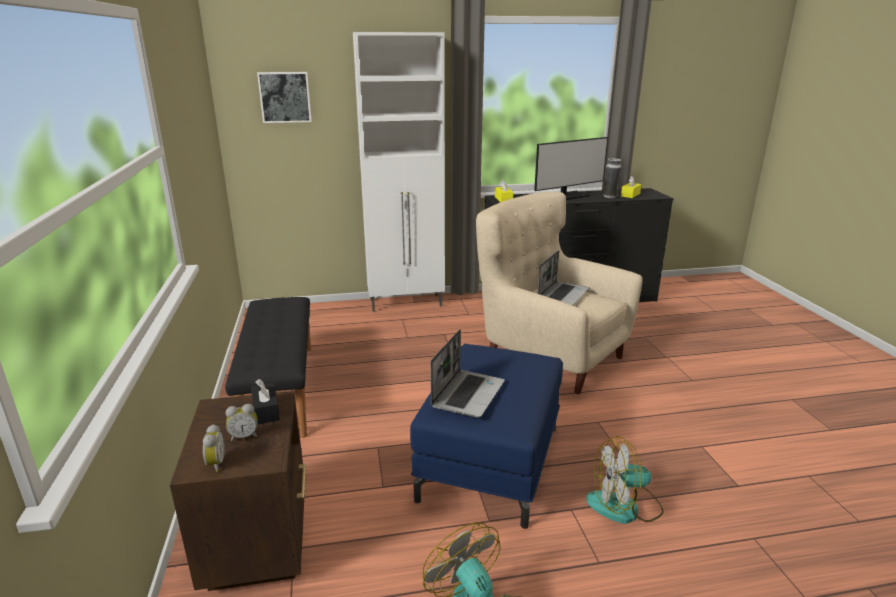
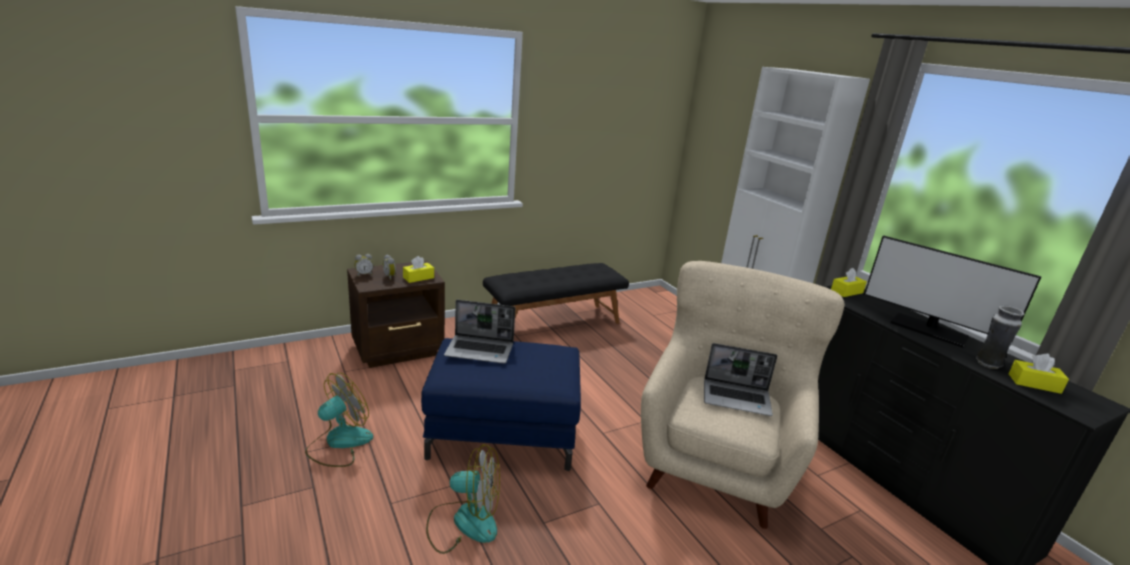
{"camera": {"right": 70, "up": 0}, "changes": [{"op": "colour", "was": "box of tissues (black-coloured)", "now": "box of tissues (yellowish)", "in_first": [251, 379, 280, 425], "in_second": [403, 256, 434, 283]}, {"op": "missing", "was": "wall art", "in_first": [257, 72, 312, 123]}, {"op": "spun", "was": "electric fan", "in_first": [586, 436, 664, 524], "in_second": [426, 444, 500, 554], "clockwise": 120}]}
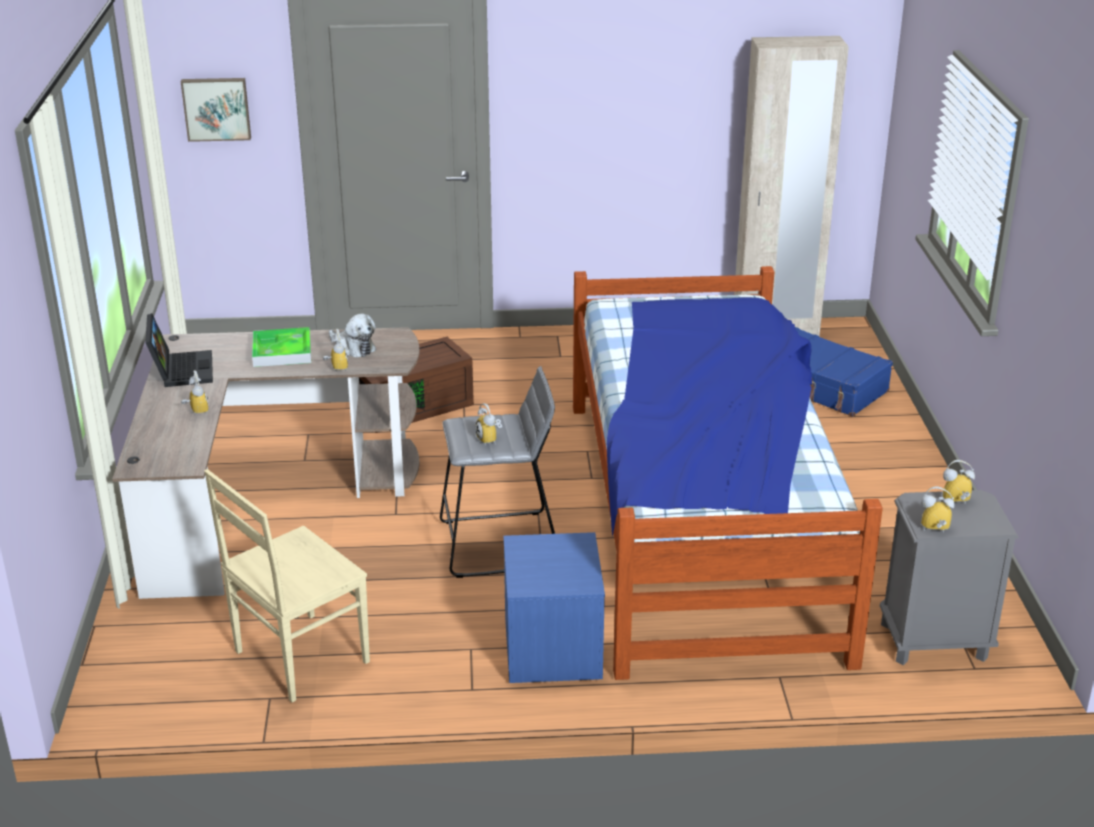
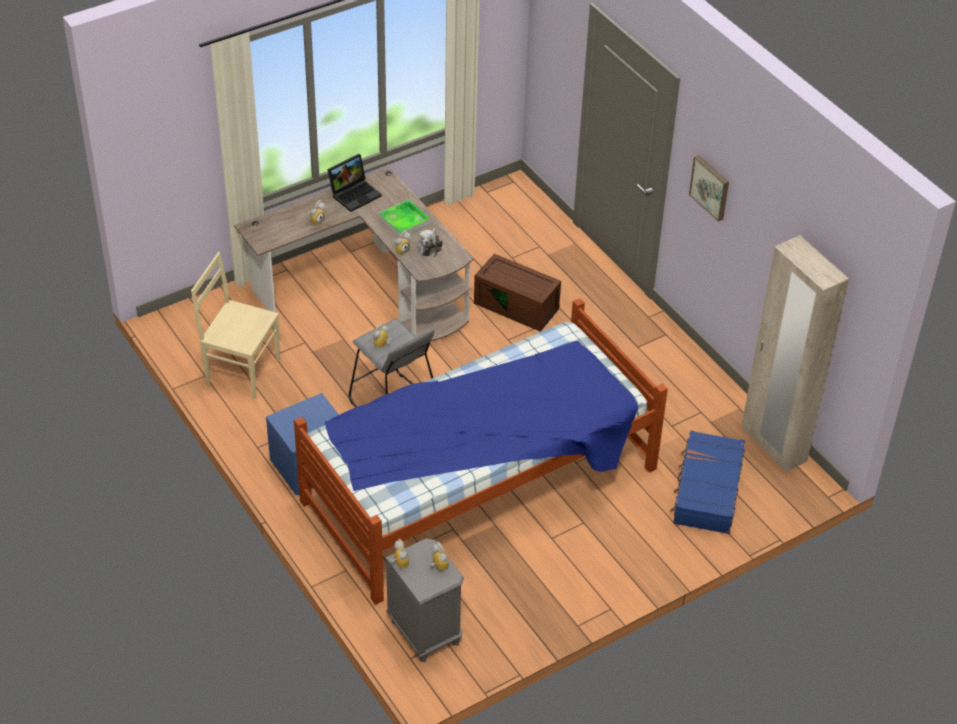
{"camera": {"right": 60, "up": 15}, "changes": [{"op": "relocated", "was": "wall art", "in_first": [181, 78, 251, 142], "in_second": [689, 155, 729, 222]}]}
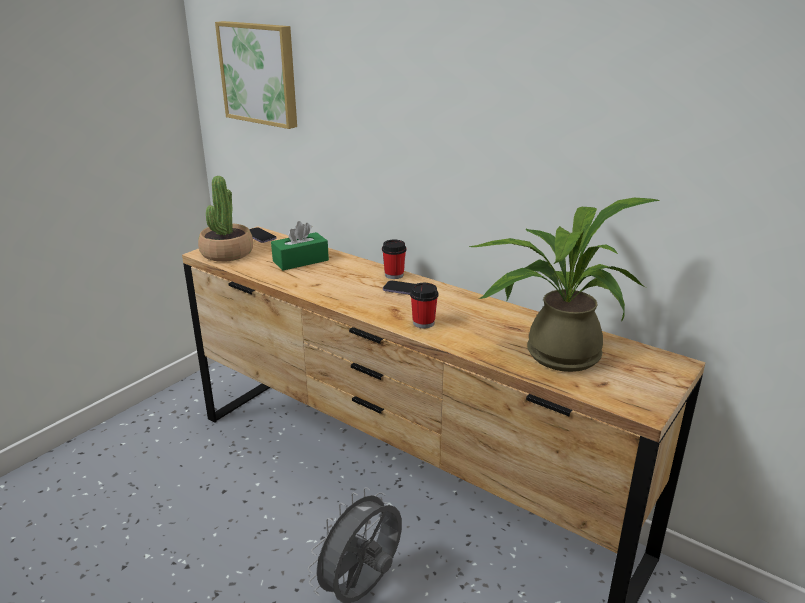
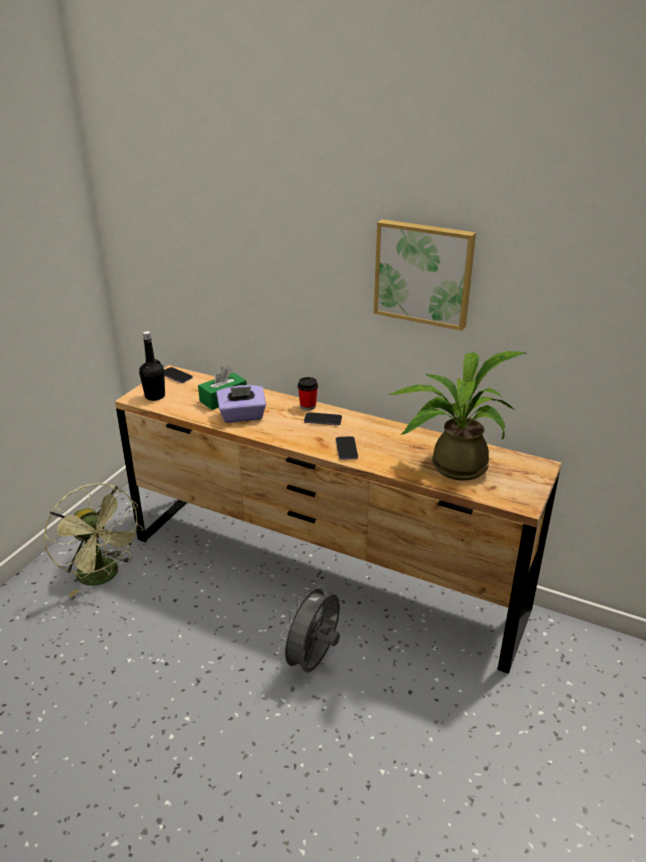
{"camera": {"right": -10, "up": 5}, "changes": [{"op": "exchanged", "was": "plant in a pot", "now": "beverage bottle (black-coloured)", "in_first": [198, 176, 253, 262], "in_second": [139, 331, 165, 401]}, {"op": "relocated", "was": "wall art", "in_first": [215, 21, 297, 129], "in_second": [374, 219, 476, 331]}, {"op": "exchanged", "was": "cup", "now": "telephone", "in_first": [410, 283, 438, 328], "in_second": [336, 436, 358, 460]}, {"op": "appeared", "now": "electric fan (green-coloured)", "in_second": [44, 483, 144, 597]}, {"op": "appeared", "now": "box of tissues (purple-coloured)", "in_second": [216, 385, 266, 423]}]}
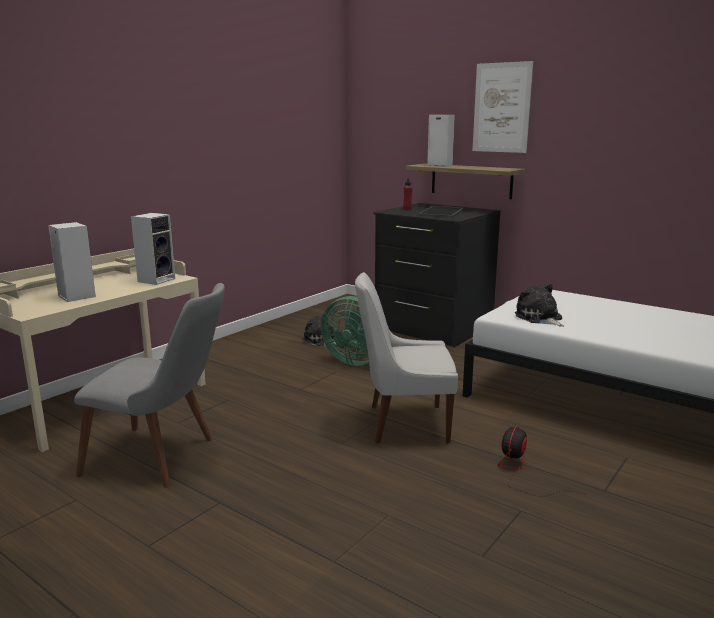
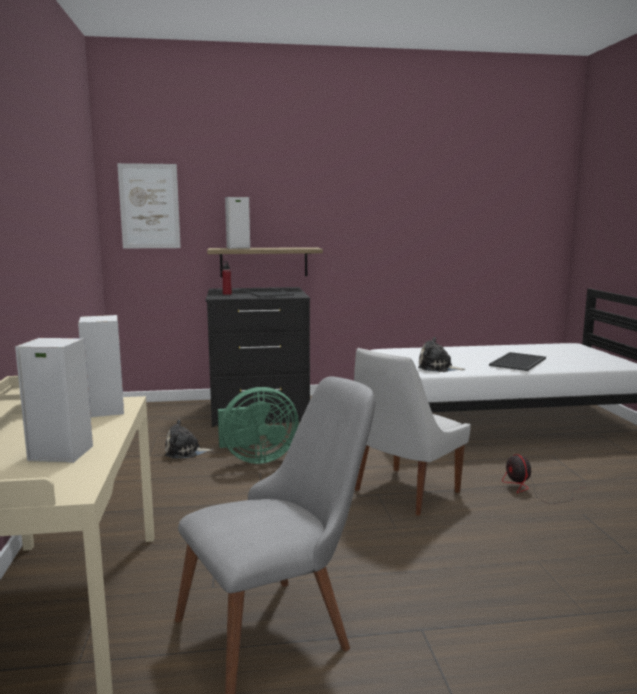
{"camera": {"right": -45, "up": -5}, "changes": [{"op": "relocated", "was": "wall art", "in_first": [472, 61, 533, 153], "in_second": [117, 163, 181, 248]}, {"op": "appeared", "now": "serving tray", "in_second": [489, 352, 546, 371]}]}
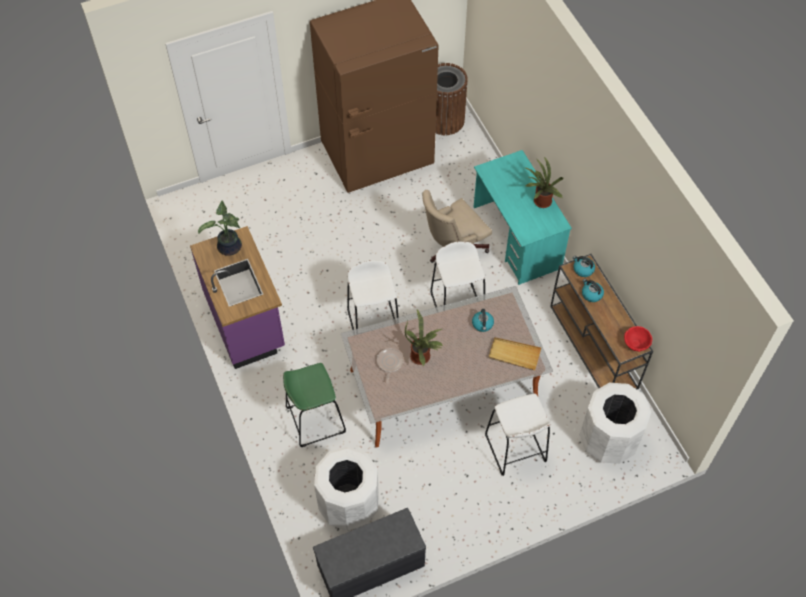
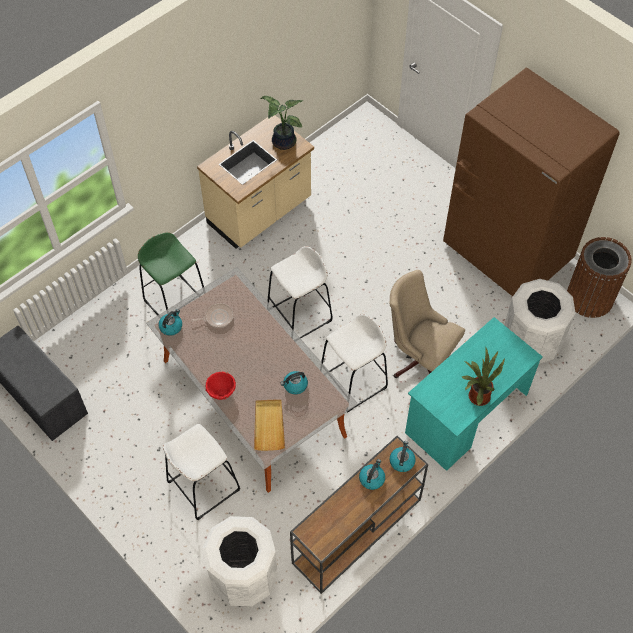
{"camera": {"right": 70, "up": 0}, "changes": [{"op": "colour", "was": "kitchen counter (purple-coloured)", "now": "kitchen counter (sand-coloured)", "in_first": [190, 226, 285, 369], "in_second": [197, 115, 314, 249]}, {"op": "relocated", "was": "trash can (white)", "in_first": [314, 447, 379, 531], "in_second": [504, 279, 576, 364]}, {"op": "missing", "was": "plant in a pot", "in_first": [405, 309, 443, 367]}, {"op": "relocated", "was": "bowl (red-coloured)", "in_first": [624, 326, 652, 352], "in_second": [206, 372, 236, 400]}, {"op": "appeared", "now": "kettle", "in_second": [159, 309, 182, 336]}]}
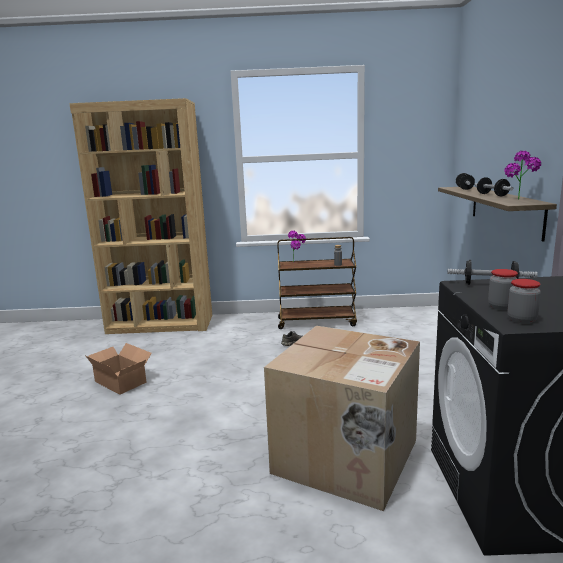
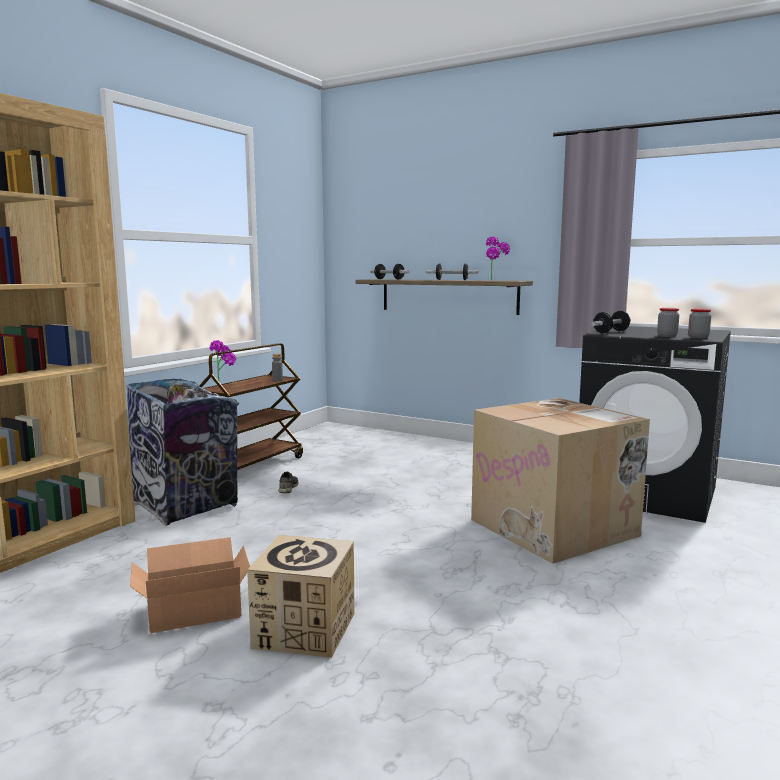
{"camera": {"right": -60, "up": -5}, "changes": [{"op": "appeared", "now": "trash can", "in_second": [126, 379, 239, 526]}, {"op": "appeared", "now": "carton", "in_second": [247, 535, 355, 658]}]}
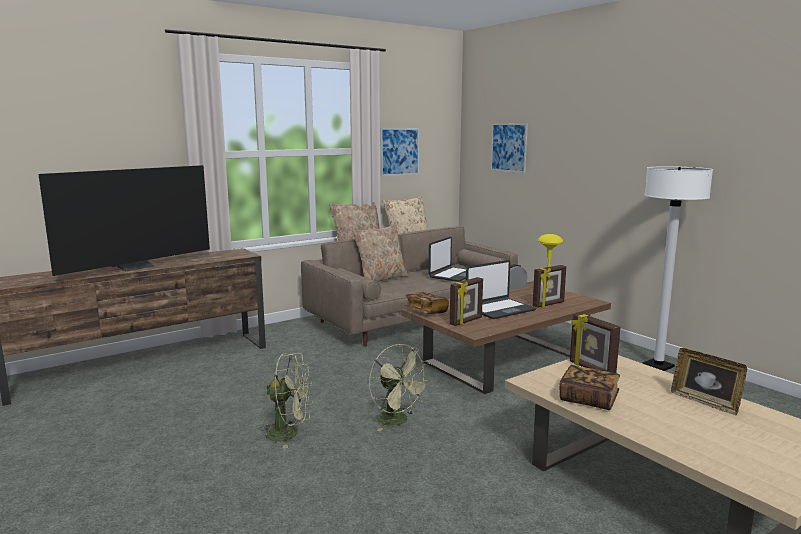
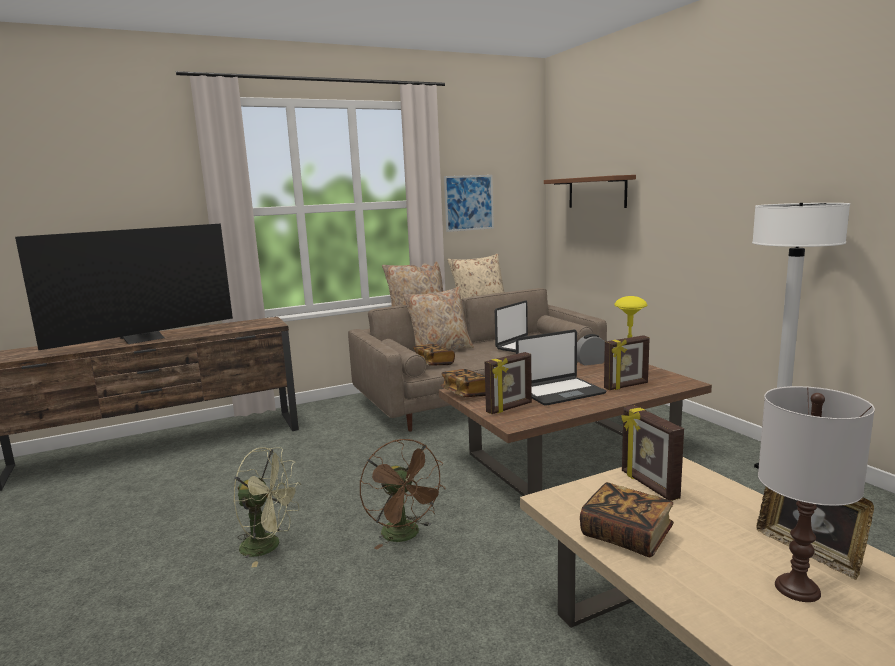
{"camera": {"right": 10, "up": 0}, "changes": [{"op": "colour", "was": "electric fan (green-coloured)", "now": "electric fan (brownish)", "in_first": [369, 344, 431, 431], "in_second": [360, 439, 446, 549]}, {"op": "exchanged", "was": "wall art", "now": "shelf (brownish)", "in_first": [491, 123, 528, 173], "in_second": [544, 175, 636, 208]}, {"op": "appeared", "now": "volume", "in_second": [413, 344, 455, 366]}, {"op": "appeared", "now": "tabletop lamp (white)", "in_second": [758, 386, 875, 602]}]}
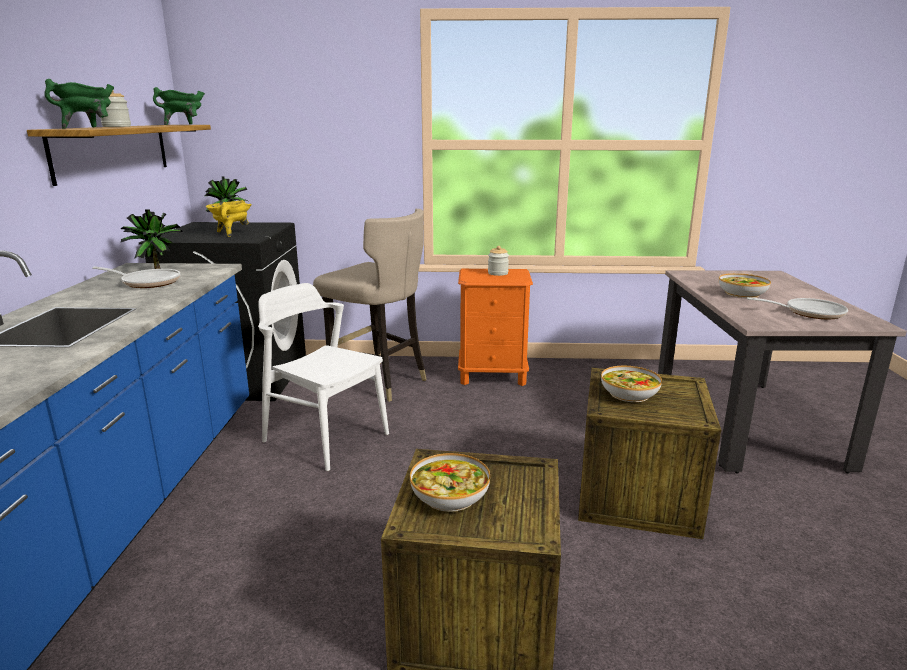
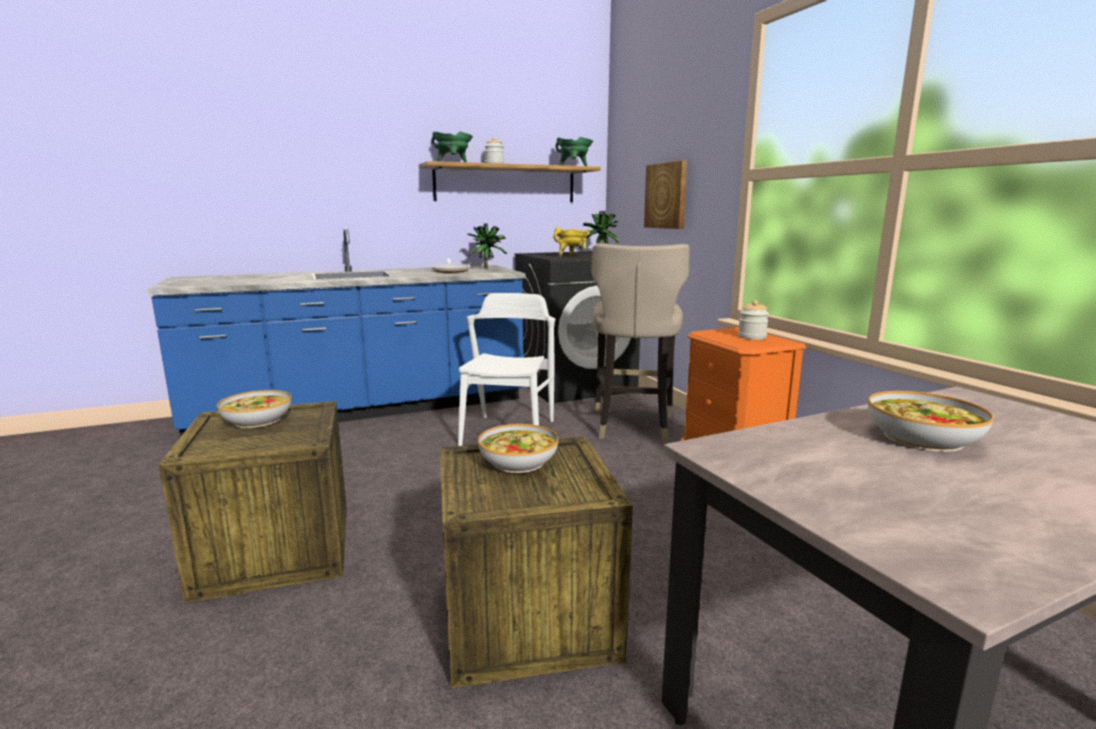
{"camera": {"right": 65, "up": -5}, "changes": [{"op": "missing", "was": "frying pan", "in_first": [747, 297, 848, 319]}, {"op": "appeared", "now": "wall art", "in_second": [644, 160, 687, 229]}]}
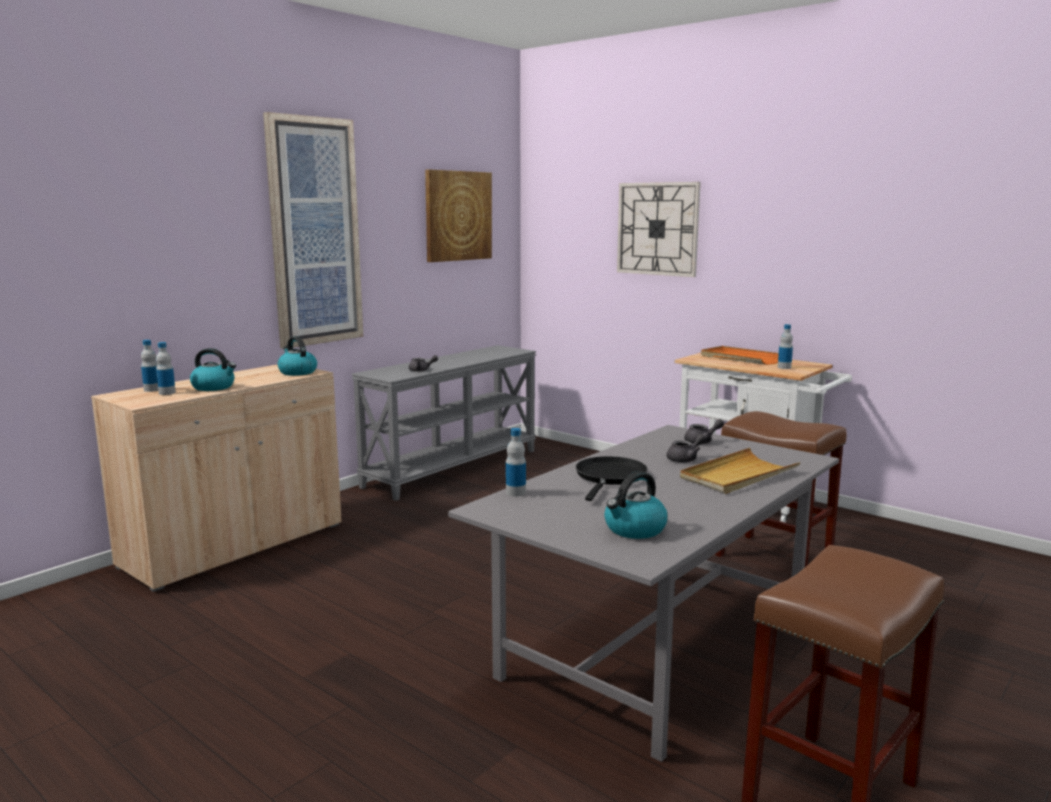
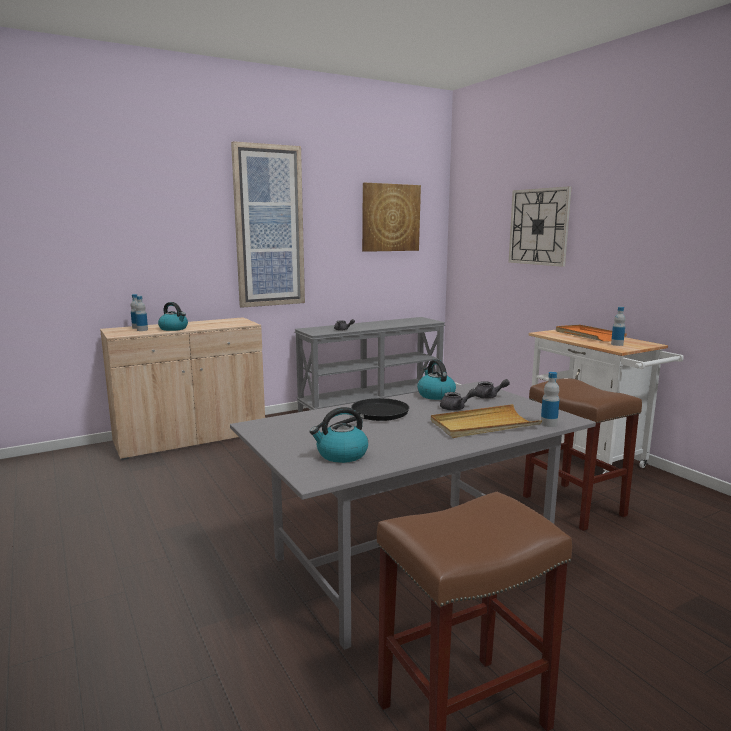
{"camera": {"right": 20, "up": 0}, "changes": [{"op": "relocated", "was": "kettle", "in_first": [278, 336, 317, 376], "in_second": [417, 360, 456, 400]}, {"op": "relocated", "was": "beverage bottle", "in_first": [506, 428, 526, 497], "in_second": [541, 372, 559, 427]}]}
